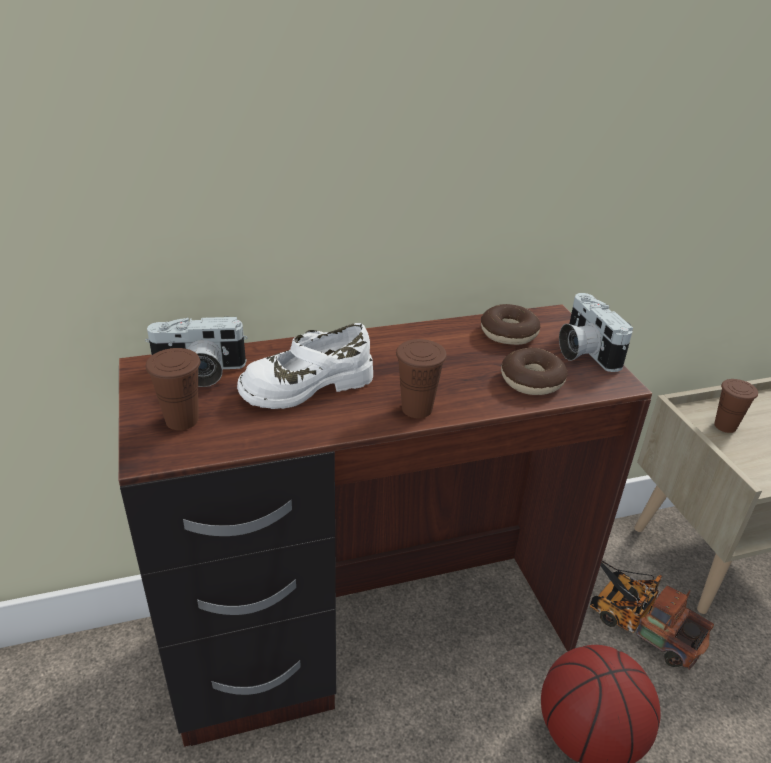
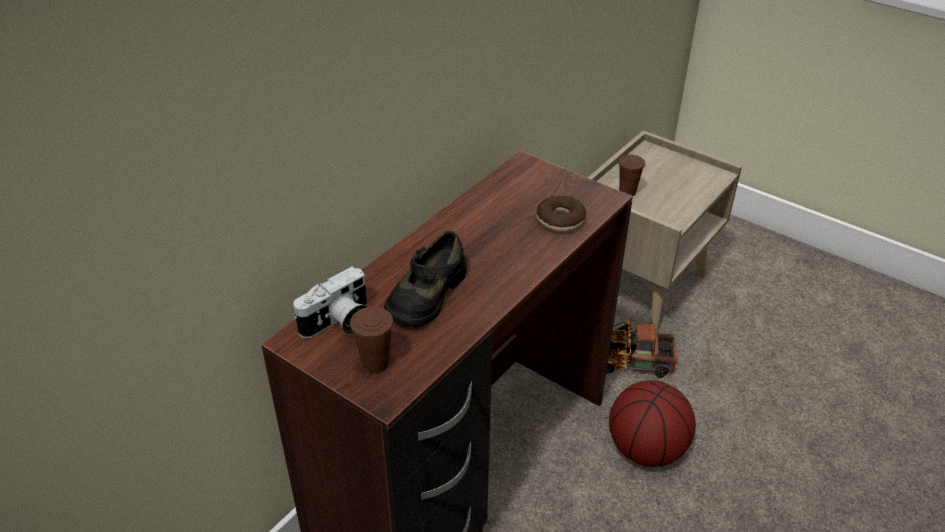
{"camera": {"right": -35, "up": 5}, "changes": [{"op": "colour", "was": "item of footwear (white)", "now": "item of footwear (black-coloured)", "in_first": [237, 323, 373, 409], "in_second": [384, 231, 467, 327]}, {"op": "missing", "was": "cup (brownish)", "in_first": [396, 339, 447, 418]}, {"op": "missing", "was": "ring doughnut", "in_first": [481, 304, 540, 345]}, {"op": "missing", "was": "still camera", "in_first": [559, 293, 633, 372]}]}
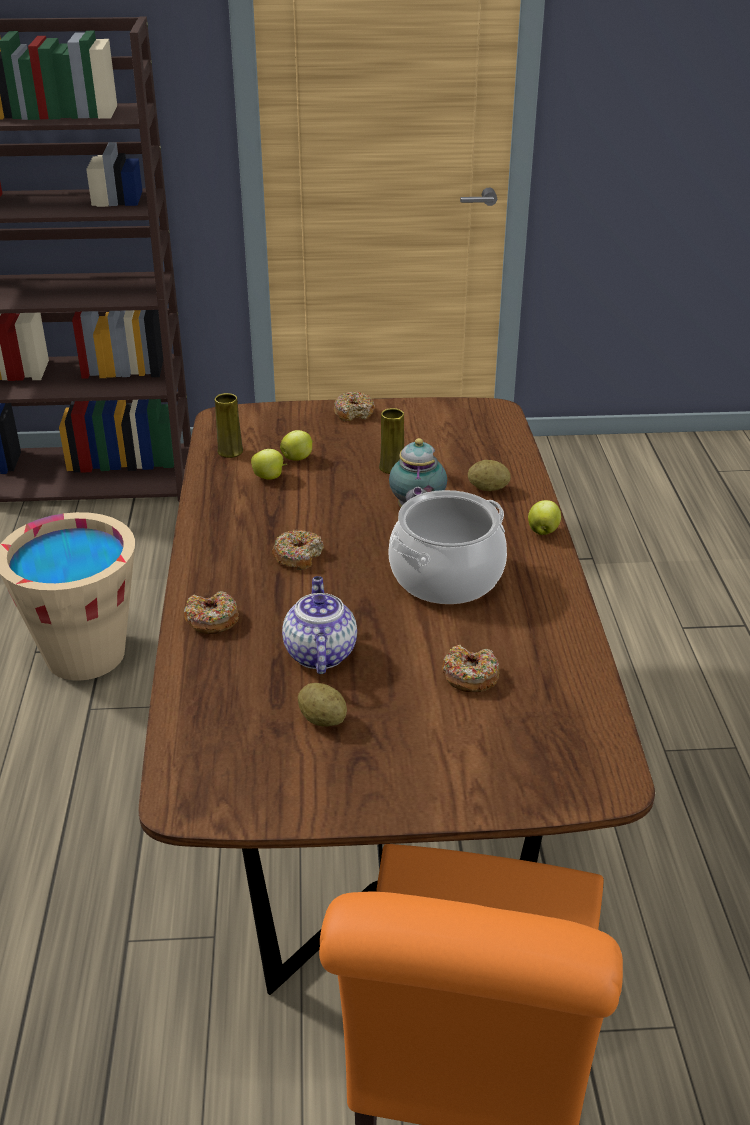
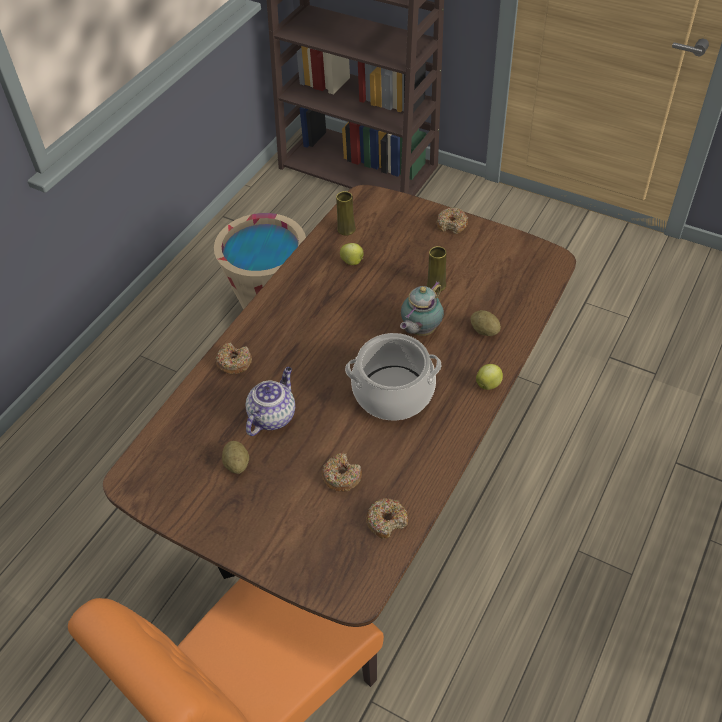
{"camera": {"right": 35, "up": 15}, "changes": [{"op": "relocated", "was": "ring doughnut", "in_first": [272, 530, 324, 570], "in_second": [366, 498, 408, 539]}, {"op": "missing", "was": "whole apple", "in_first": [280, 430, 313, 461]}]}
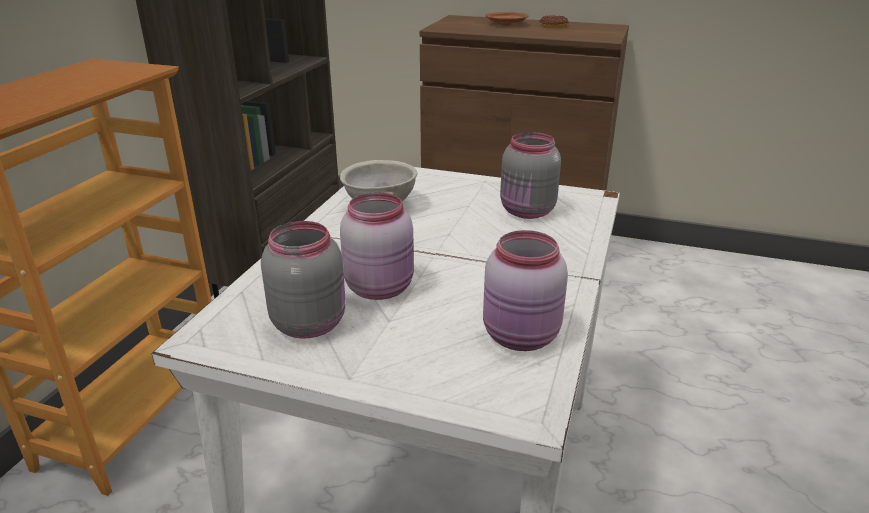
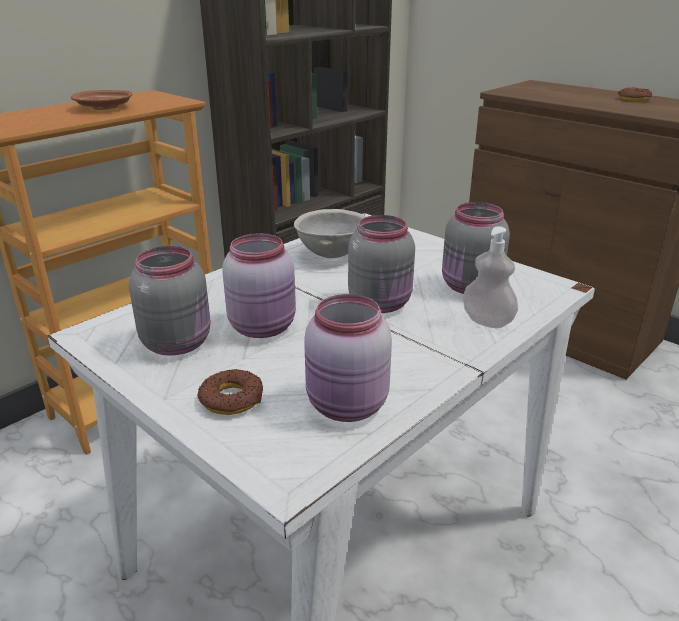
{"camera": {"right": 25, "up": 0}, "changes": [{"op": "relocated", "was": "flat dish (brownish)", "in_first": [485, 12, 529, 26], "in_second": [71, 90, 133, 110]}, {"op": "appeared", "now": "ring doughnut", "in_second": [197, 369, 263, 415]}, {"op": "appeared", "now": "jar (gray)", "in_second": [348, 215, 415, 313]}, {"op": "appeared", "now": "soap dispenser", "in_second": [463, 227, 518, 328]}]}
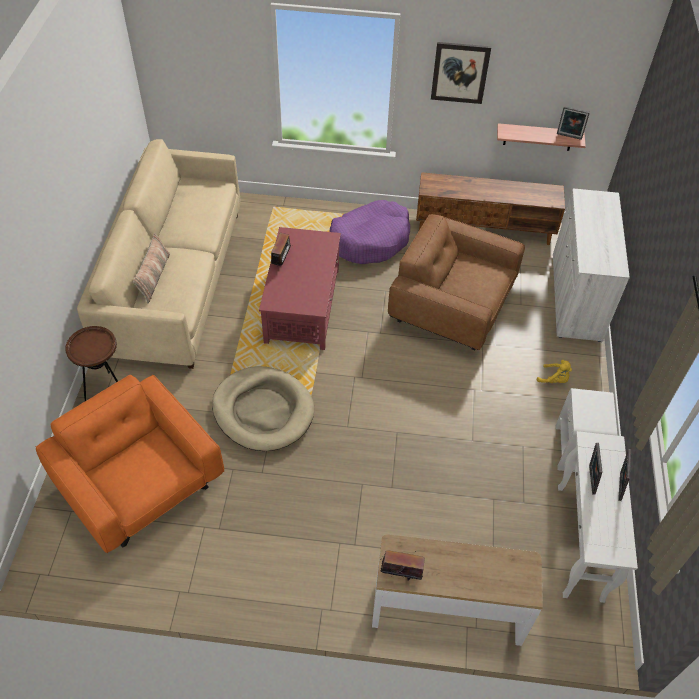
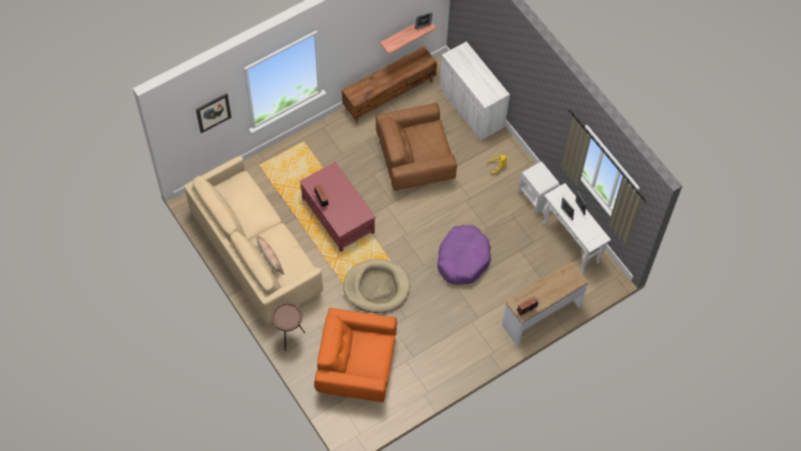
{"camera": {"right": -40, "up": 10}, "changes": [{"op": "relocated", "was": "dog bed (purple-coloured)", "in_first": [330, 200, 410, 264], "in_second": [437, 225, 491, 285]}, {"op": "relocated", "was": "wall art", "in_first": [431, 42, 491, 104], "in_second": [196, 93, 232, 133]}]}
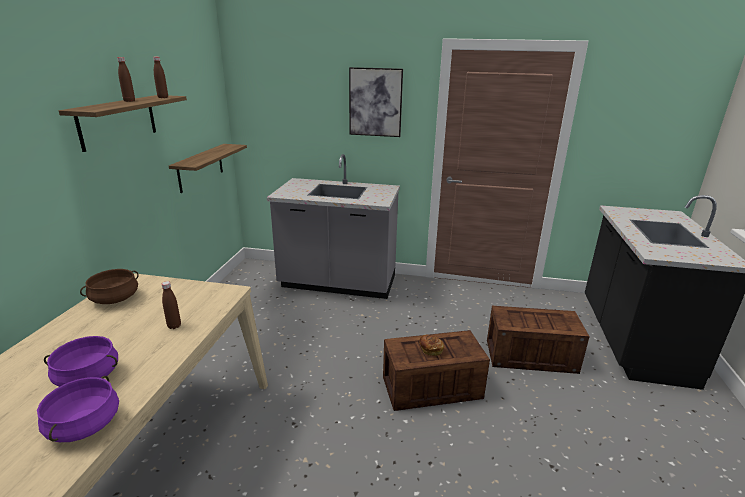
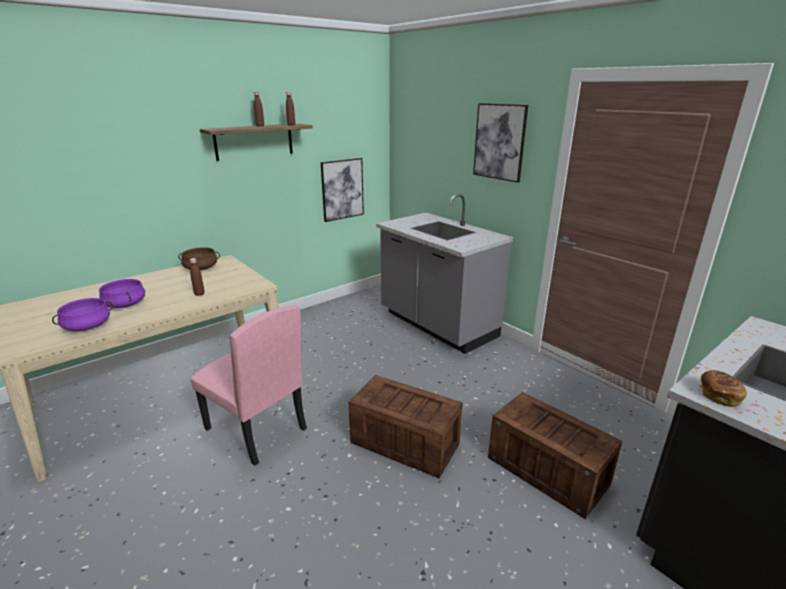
{"camera": {"right": 40, "up": 0}, "changes": [{"op": "exchanged", "was": "shelf", "now": "wall art", "in_first": [169, 144, 247, 193], "in_second": [321, 158, 364, 222]}, {"op": "relocated", "was": "bread", "in_first": [419, 335, 444, 356], "in_second": [701, 370, 747, 407]}, {"op": "appeared", "now": "plain chair (pink)", "in_second": [190, 306, 307, 466]}]}
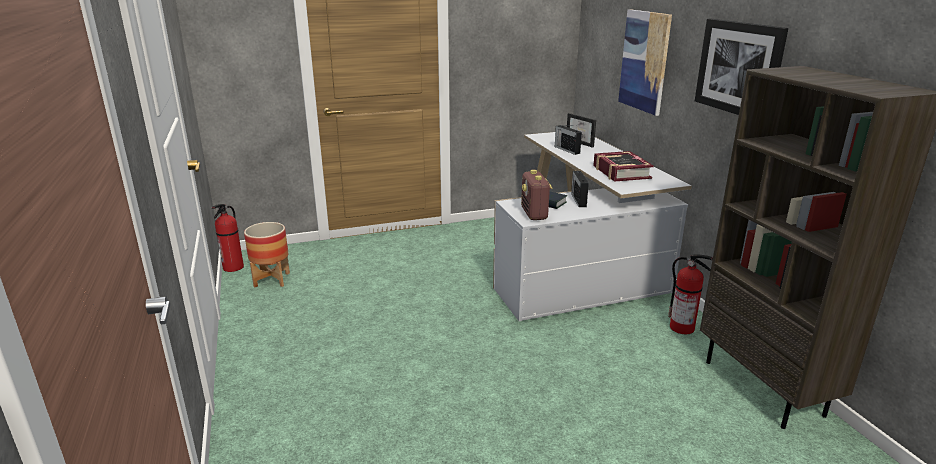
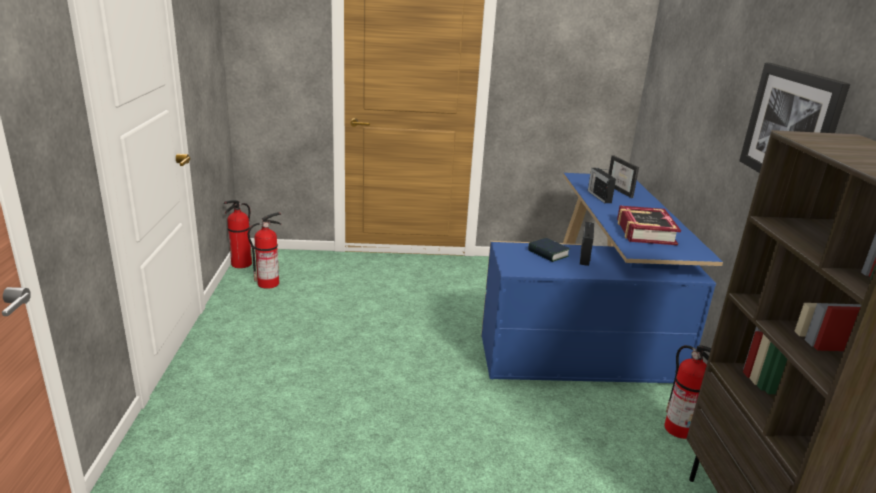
{"camera": {"right": 15, "up": 0}, "changes": [{"op": "exchanged", "was": "flower pot", "now": "extinguisher", "in_first": [244, 222, 290, 287], "in_second": [248, 212, 281, 289]}, {"op": "colour", "was": "desk (white)", "now": "desk (bluish)", "in_first": [493, 132, 692, 321], "in_second": [481, 173, 723, 383]}, {"op": "missing", "was": "radio set", "in_first": [521, 169, 552, 220]}, {"op": "missing", "was": "wall art", "in_first": [618, 9, 672, 116]}]}
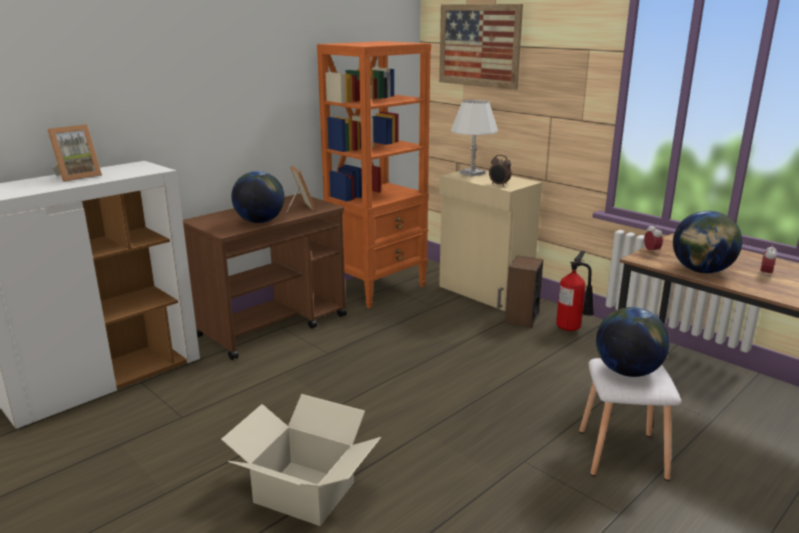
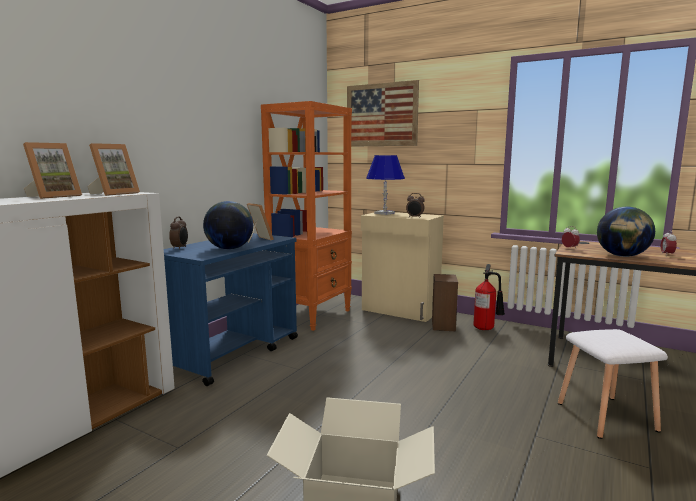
{"camera": {"right": -15, "up": -10}, "changes": [{"op": "colour", "was": "trolley (brownish)", "now": "trolley (bluish)", "in_first": [183, 194, 347, 360], "in_second": [164, 233, 298, 386]}, {"op": "colour", "was": "tabletop lamp (white)", "now": "tabletop lamp (bluish)", "in_first": [451, 100, 498, 177], "in_second": [366, 155, 405, 215]}, {"op": "missing", "was": "desk globe", "in_first": [596, 307, 670, 377]}, {"op": "appeared", "now": "photo frame", "in_second": [87, 143, 140, 196]}, {"op": "appeared", "now": "alarm clock", "in_second": [169, 217, 188, 249]}]}
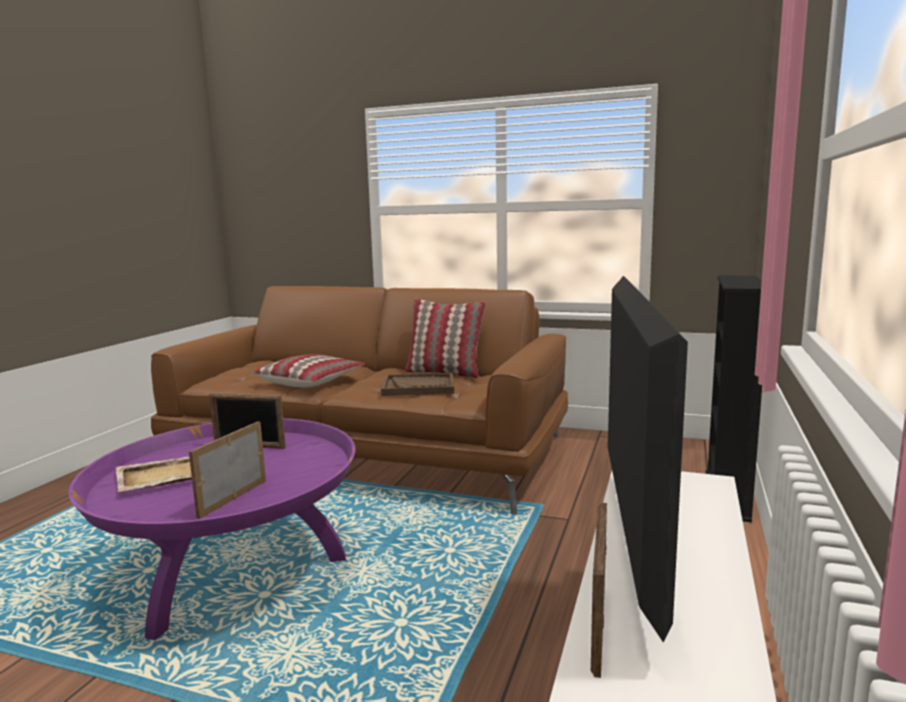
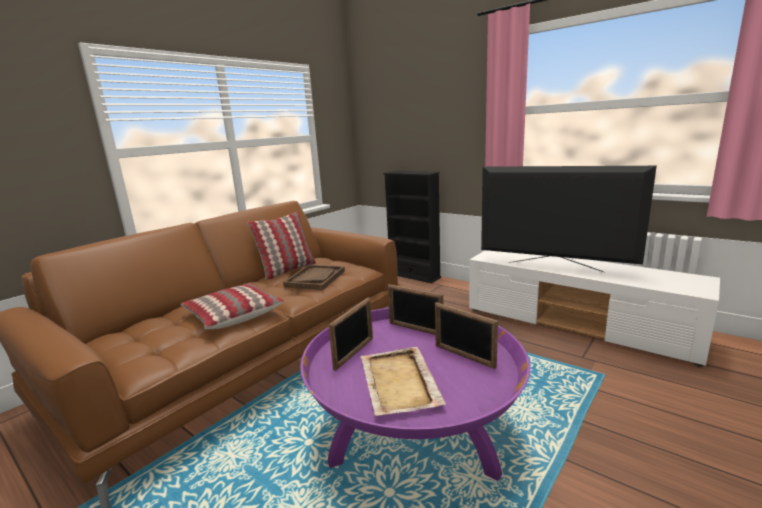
{"camera": {"right": -70, "up": 5}, "changes": [{"op": "relocated", "was": "photo frame", "in_first": [591, 503, 607, 678], "in_second": [388, 284, 443, 335]}]}
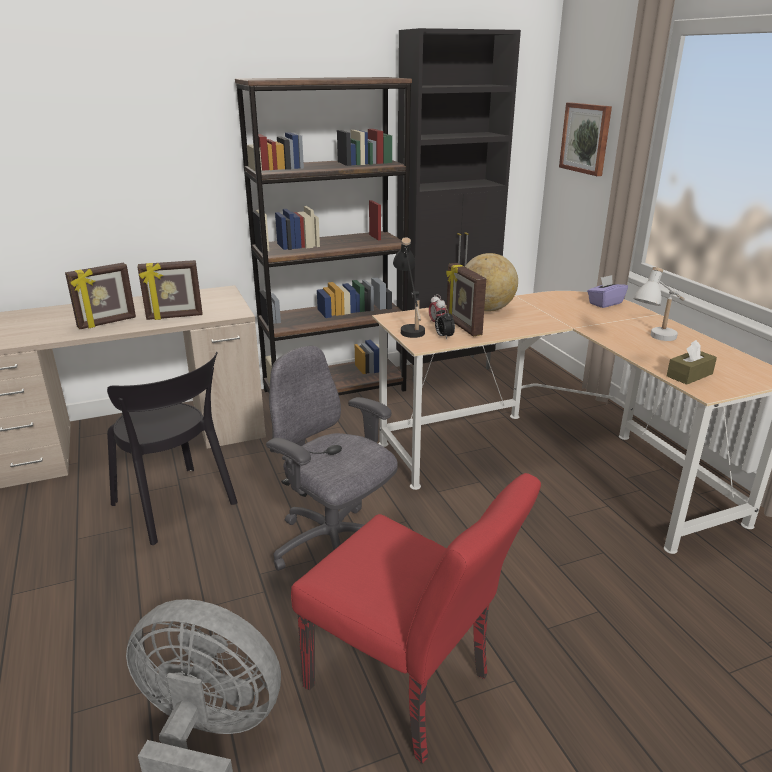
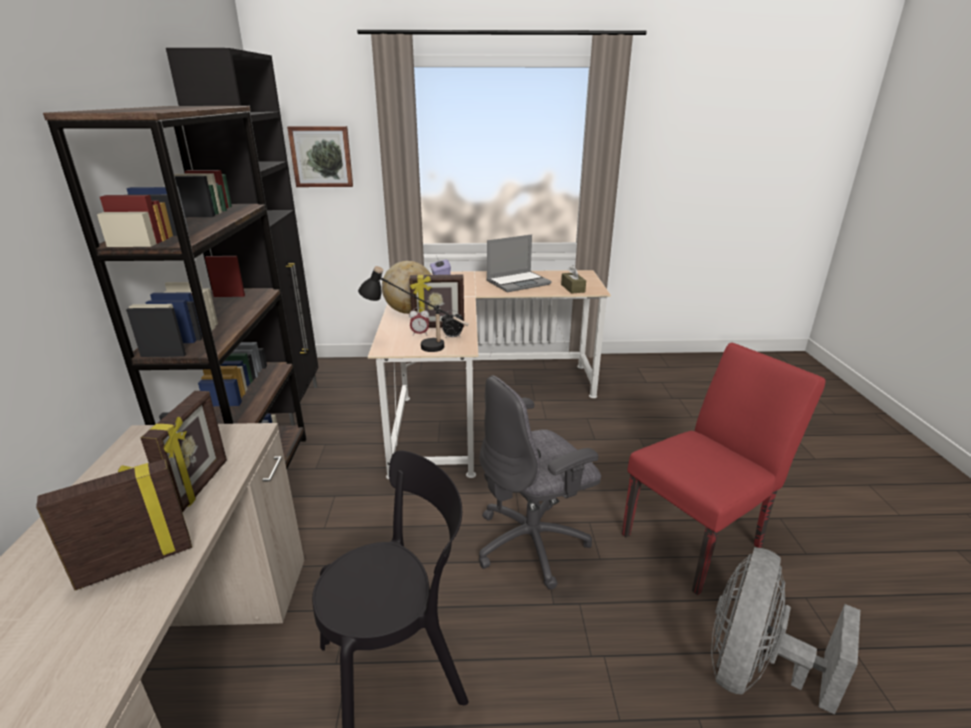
{"camera": {"right": -70, "up": 0}, "changes": [{"op": "spun", "was": "photo frame", "in_first": [65, 263, 136, 329], "in_second": [36, 459, 192, 590], "clockwise": -105}, {"op": "exchanged", "was": "tabletop lamp (white)", "now": "laptop", "in_first": [633, 267, 685, 341], "in_second": [487, 234, 552, 292]}]}
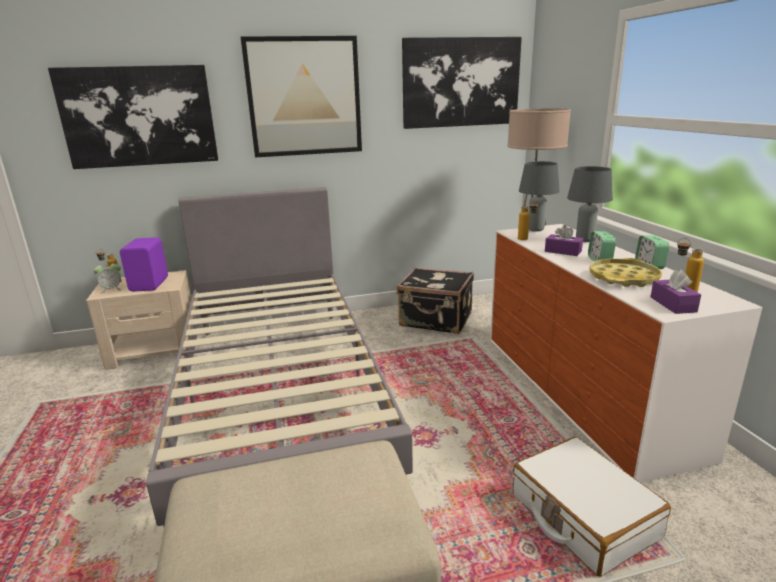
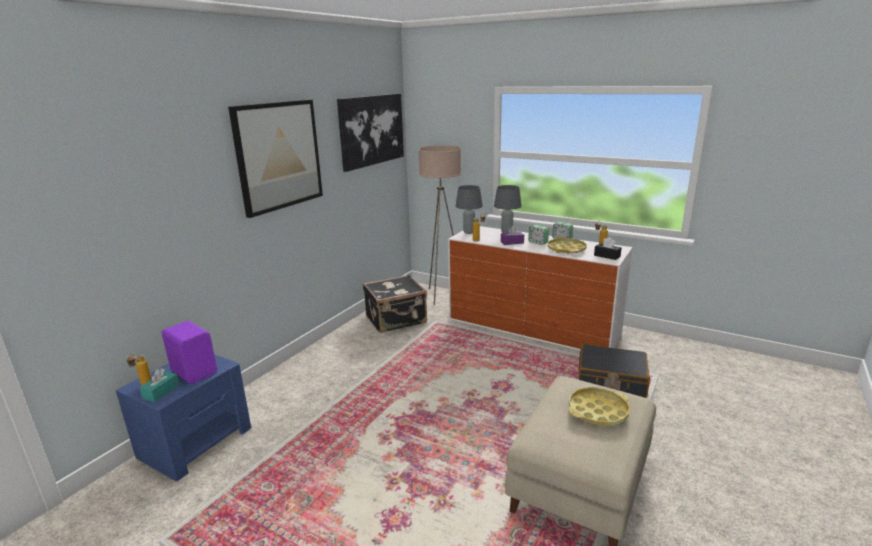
{"camera": {"right": -45, "up": 0}, "changes": [{"op": "missing", "was": "wall art", "in_first": [48, 65, 218, 169]}, {"op": "colour", "was": "night table (sand-coloured)", "now": "night table (bluish)", "in_first": [86, 270, 195, 370], "in_second": [116, 354, 251, 481]}, {"op": "exchanged", "was": "alarm clock", "now": "box of tissues (turquoise-coloured)", "in_first": [93, 261, 123, 293], "in_second": [139, 368, 179, 402]}, {"op": "missing", "was": "bedroom bed (gray)", "in_first": [146, 187, 413, 527]}, {"op": "colour", "was": "piece of luggage (white)", "now": "piece of luggage (black-coloured)", "in_first": [513, 437, 671, 577], "in_second": [579, 344, 650, 398]}, {"op": "colour", "was": "box of tissues (purple-coloured)", "now": "box of tissues (black-coloured)", "in_first": [651, 270, 701, 314], "in_second": [594, 237, 622, 260]}, {"op": "appeared", "now": "serving tray (yellowish)", "in_second": [569, 387, 630, 426]}]}
